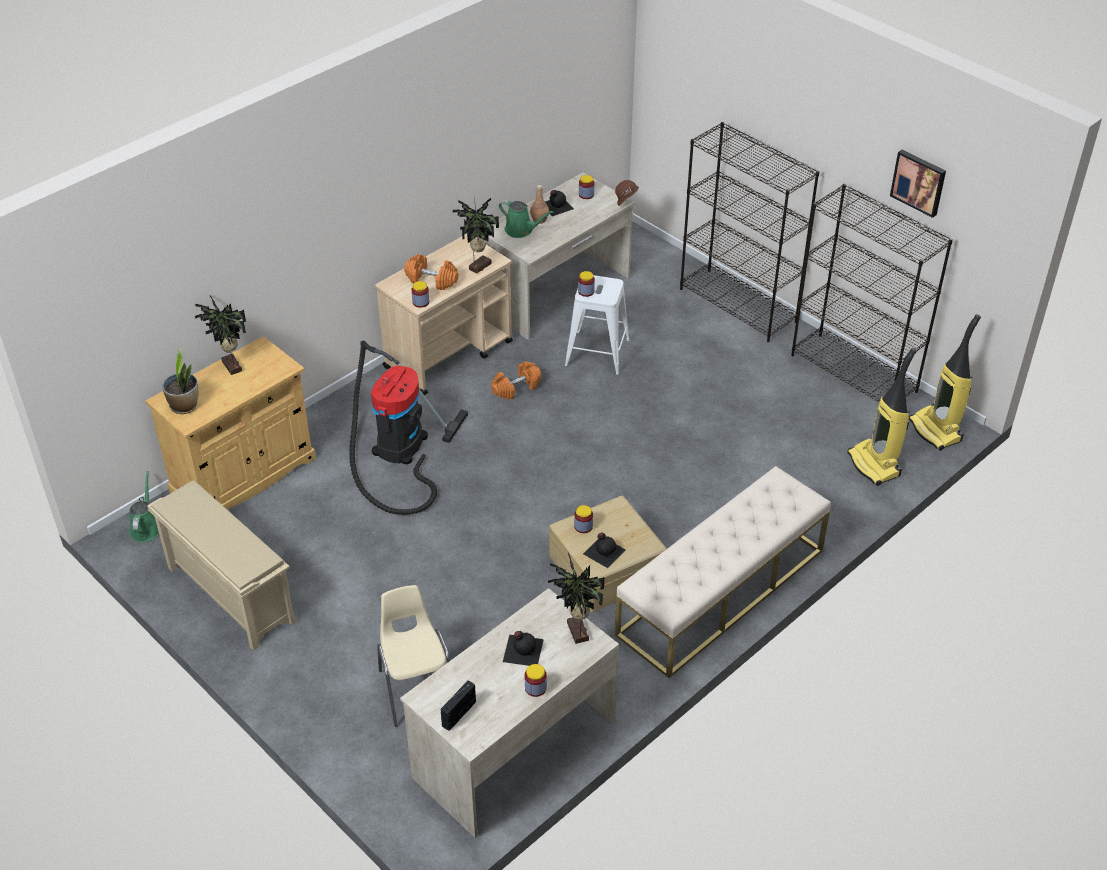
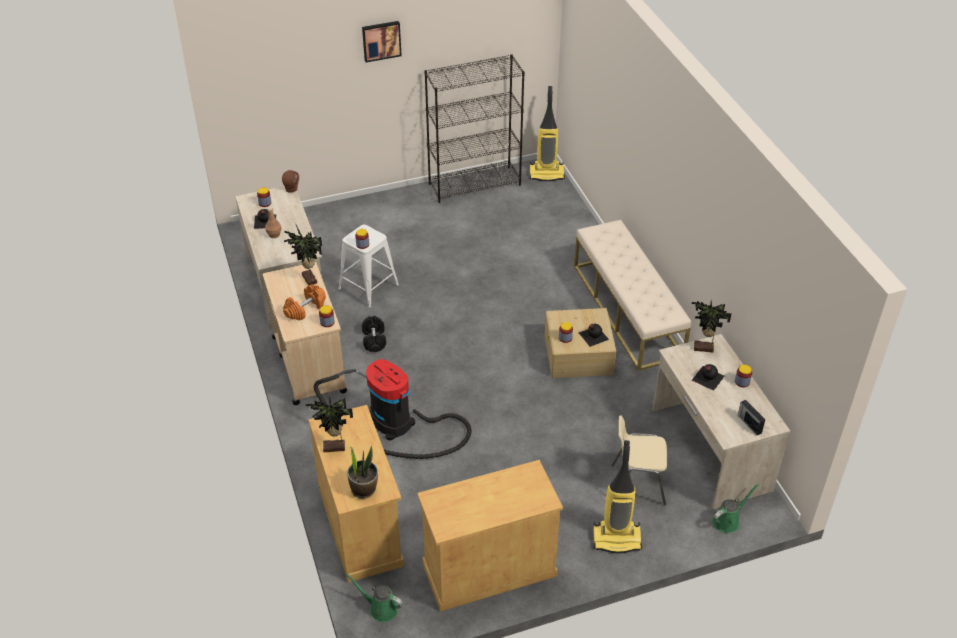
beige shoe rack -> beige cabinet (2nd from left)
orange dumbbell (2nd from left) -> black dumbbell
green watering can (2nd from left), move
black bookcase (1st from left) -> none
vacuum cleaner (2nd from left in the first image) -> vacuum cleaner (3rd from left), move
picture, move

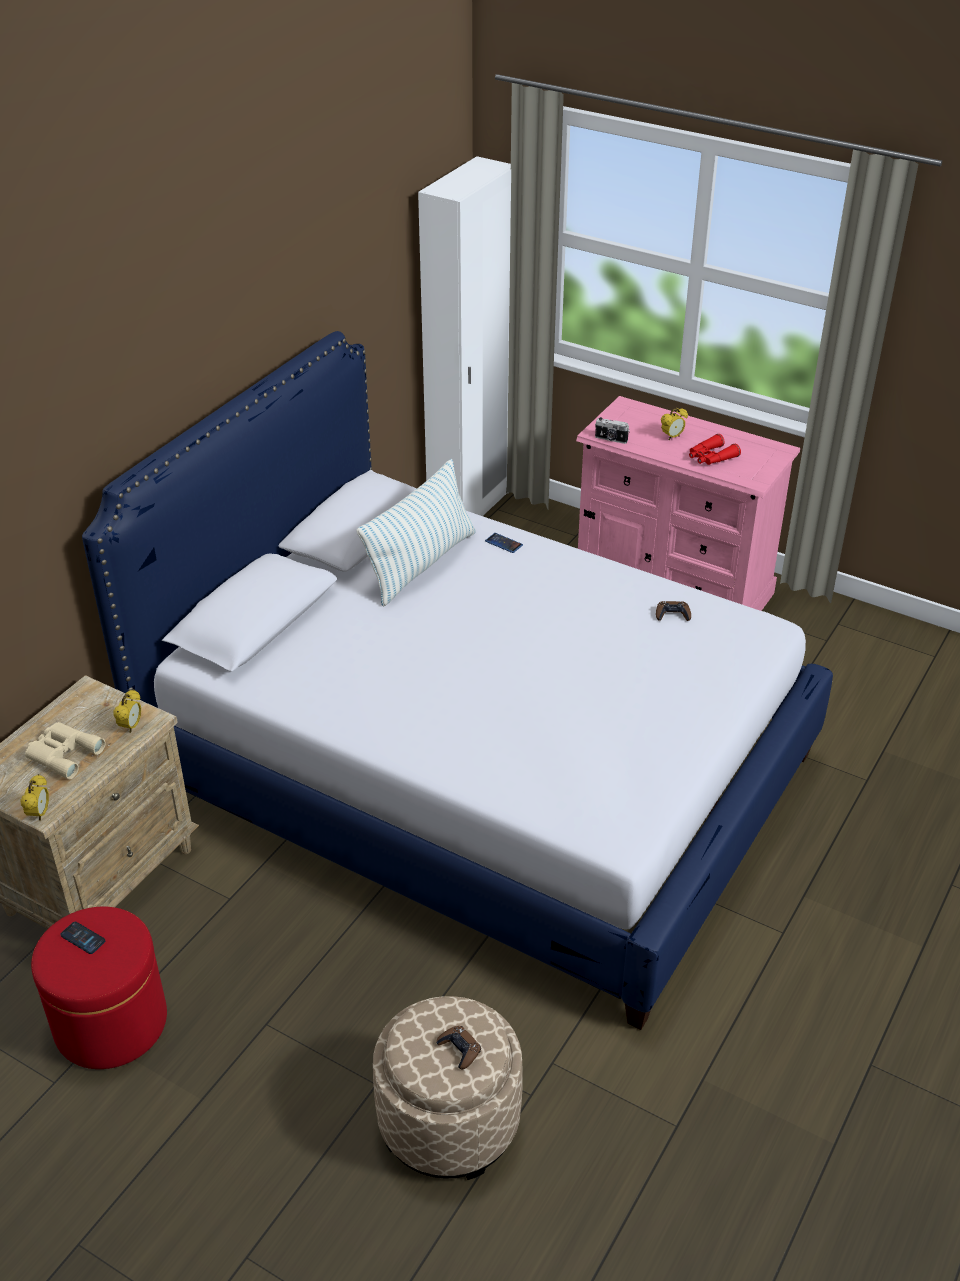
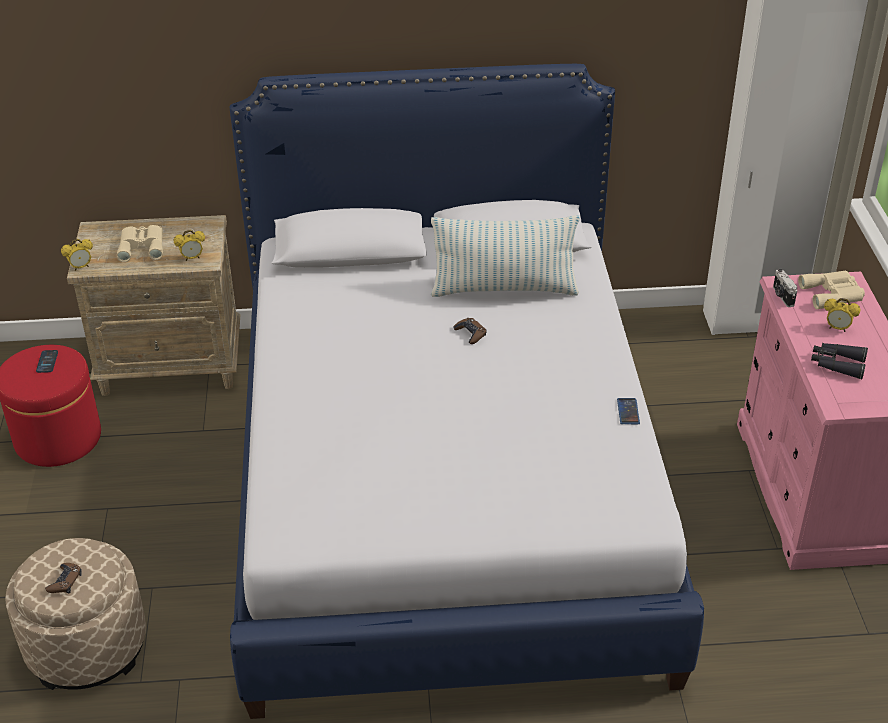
phone (2nd from left), move
brown game controller (2nd from left), move
red binoculars -> black binoculars
none -> beige binoculars (2nd from left)

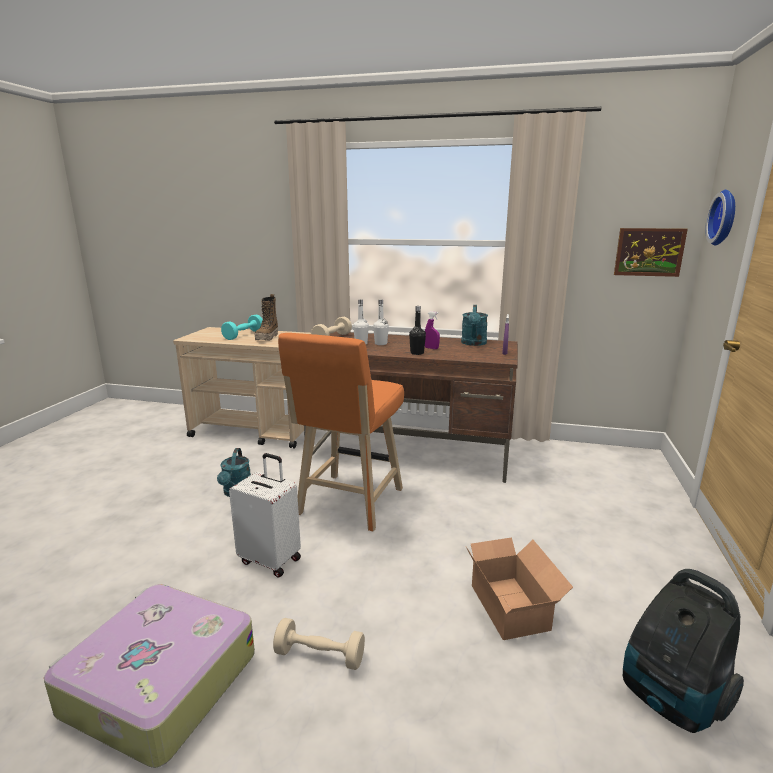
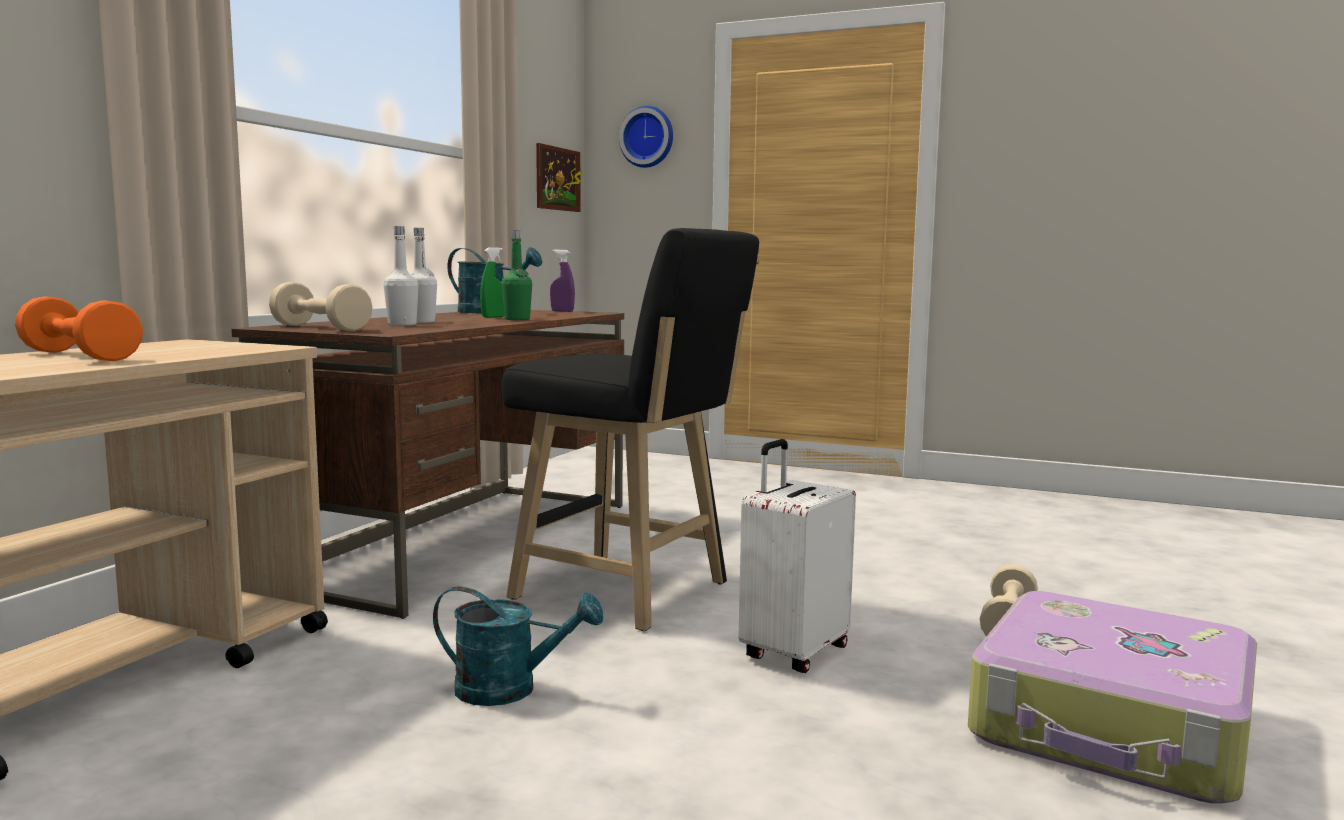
turquoise dumbbell -> orange dumbbell
boot -> none
orange stool -> black stool
black bottle -> green bottle
purple spray bottle (1st from left) -> green spray bottle
cardboard box -> none
vacuum cleaner -> none

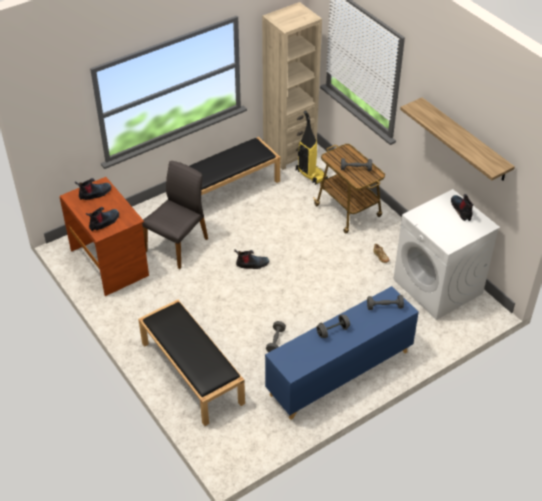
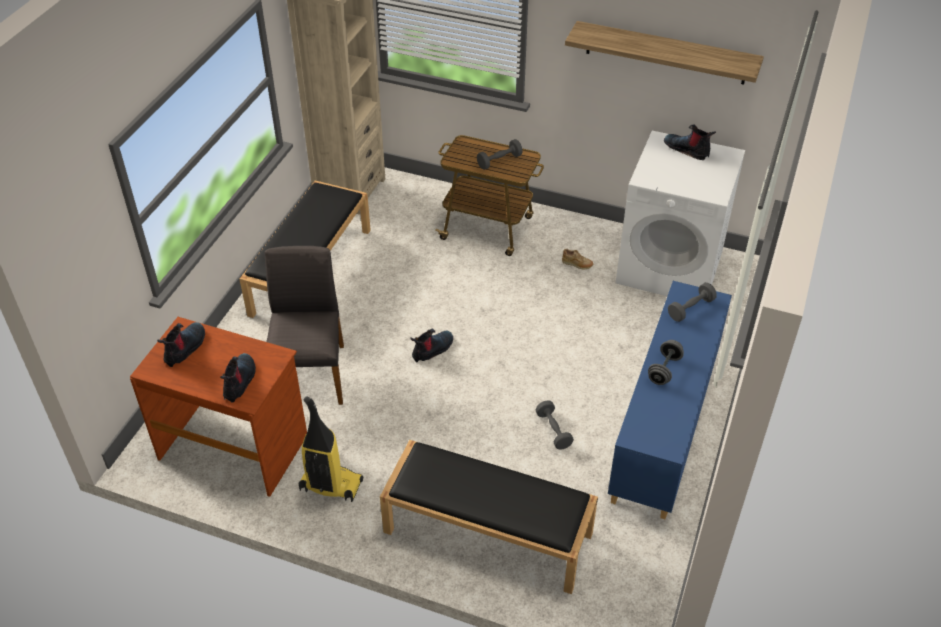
vacuum cleaner, move

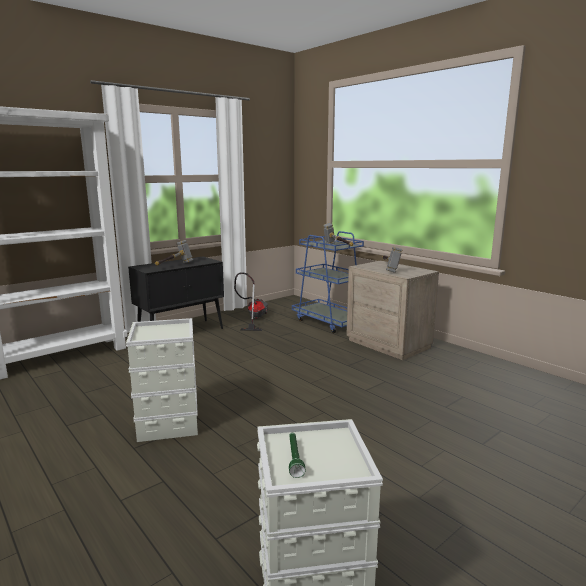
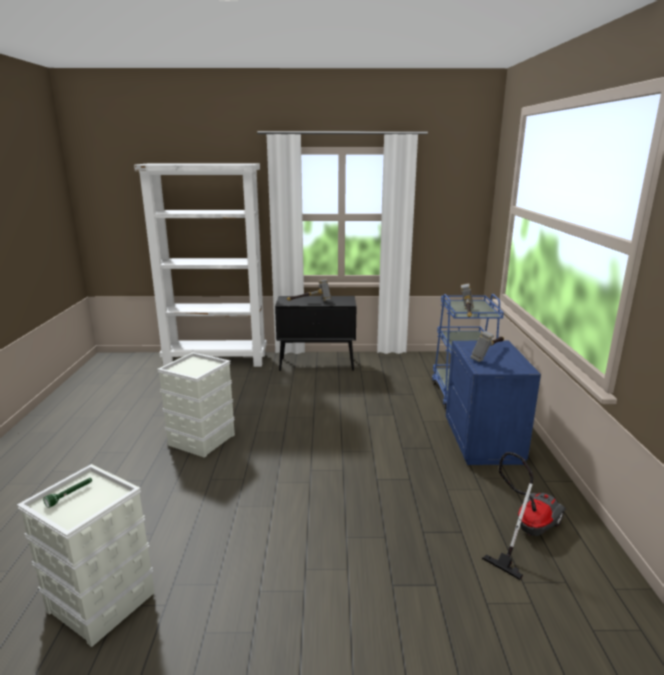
vacuum cleaner, move
beige nightstand -> blue nightstand

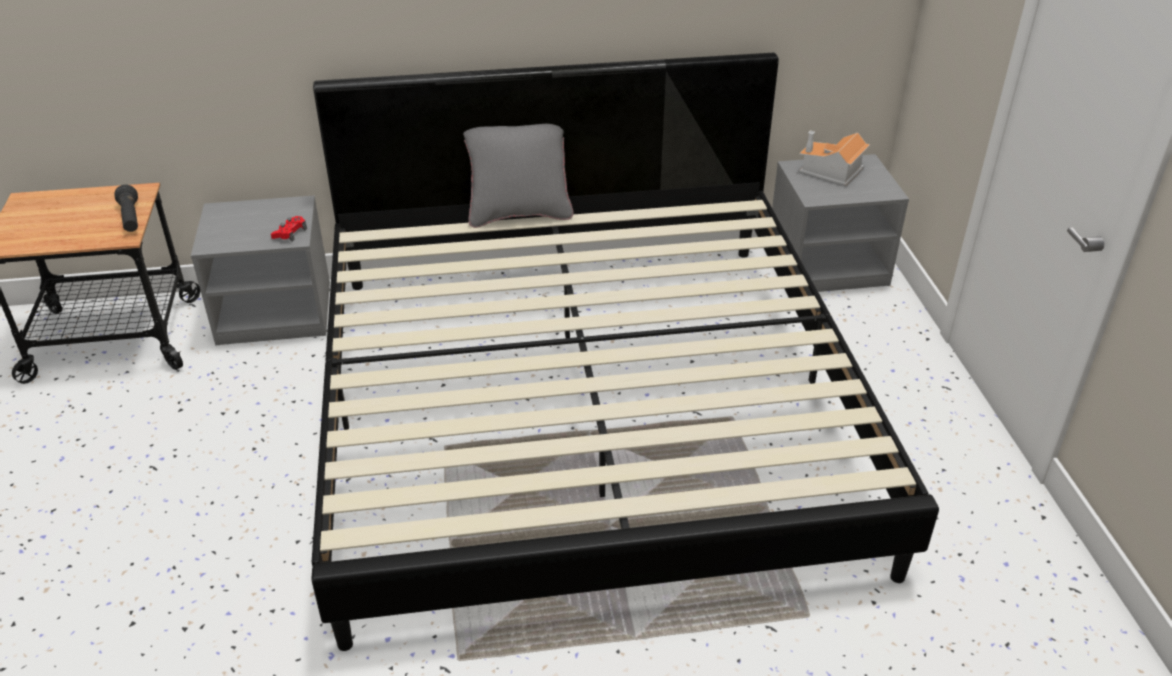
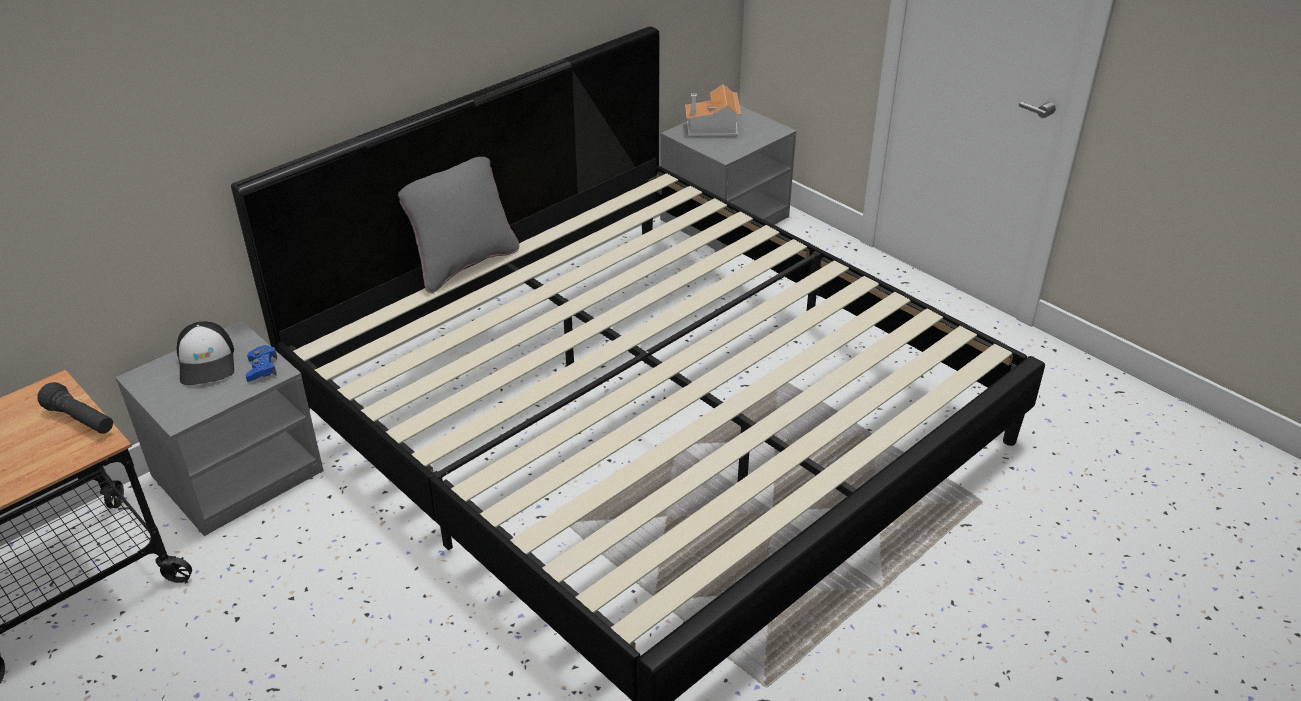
red game controller -> blue game controller
none -> cap

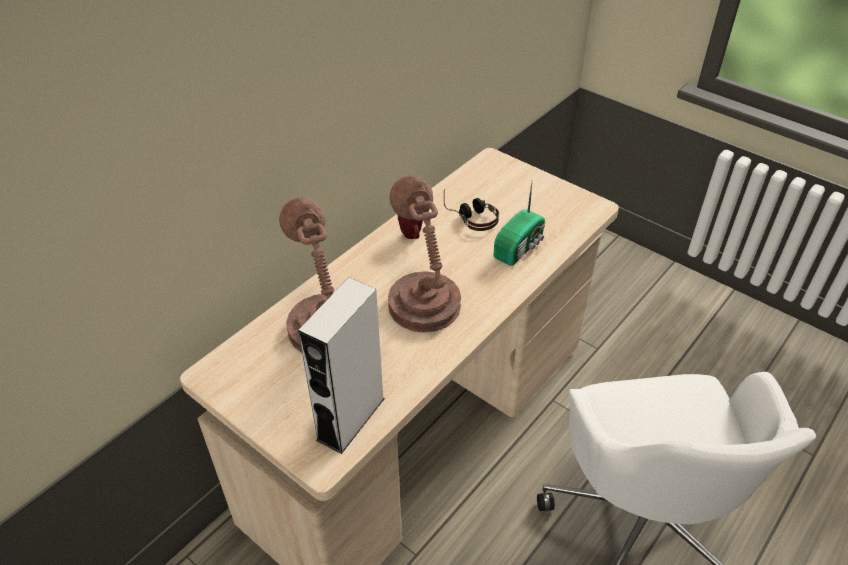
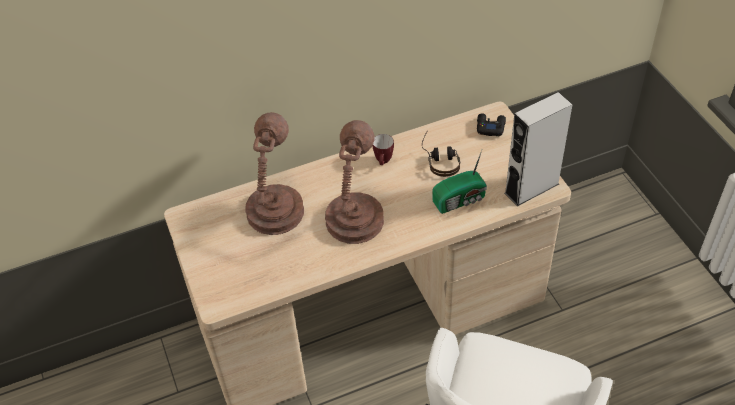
grey speaker, move
none -> black game controller

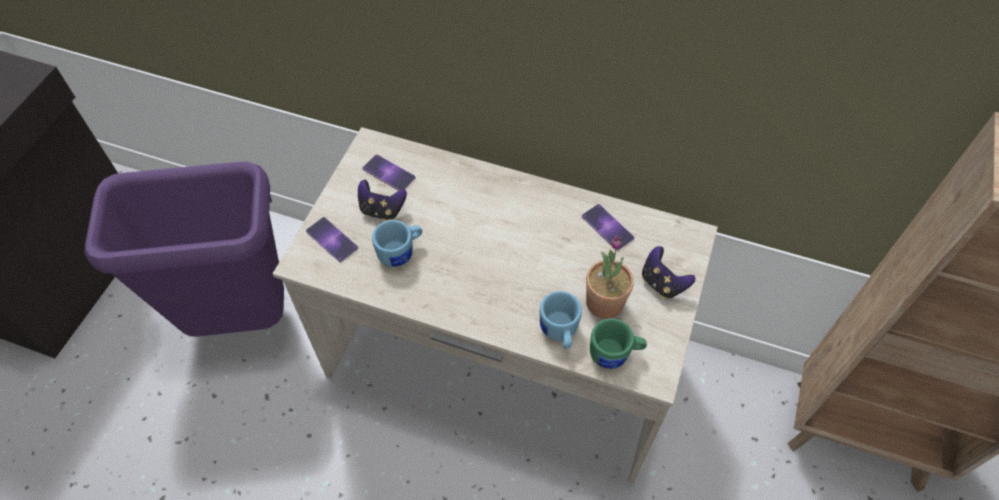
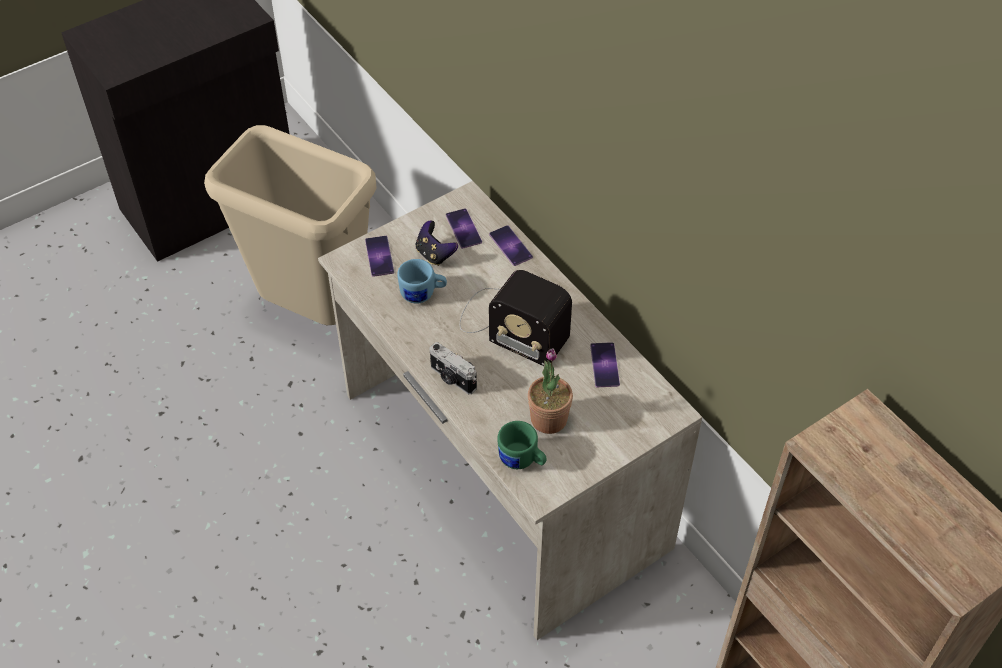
purple trash can -> beige trash can
blue mug (2nd from left) -> none
game controller (2nd from left) -> none
none -> photo camera
none -> radio
none -> phone (3rd from left)

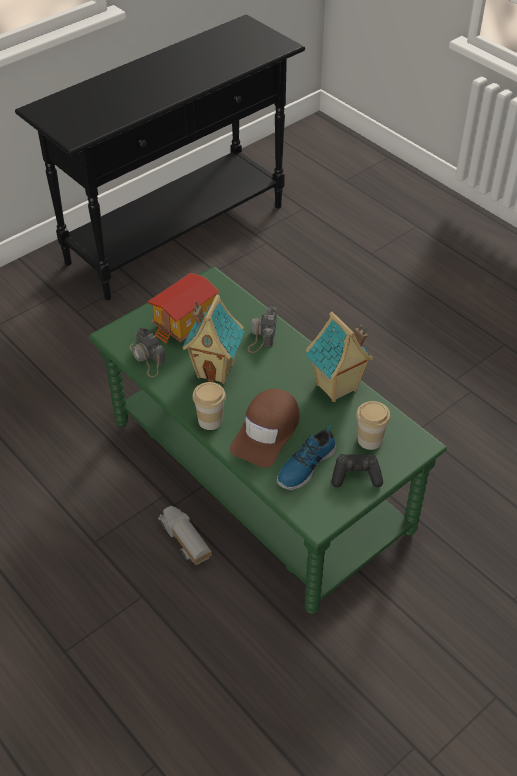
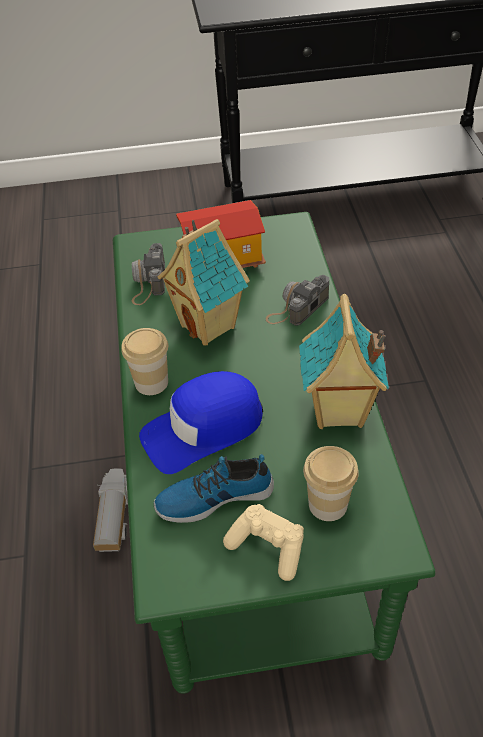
brown cap -> blue cap
black game controller -> beige game controller

